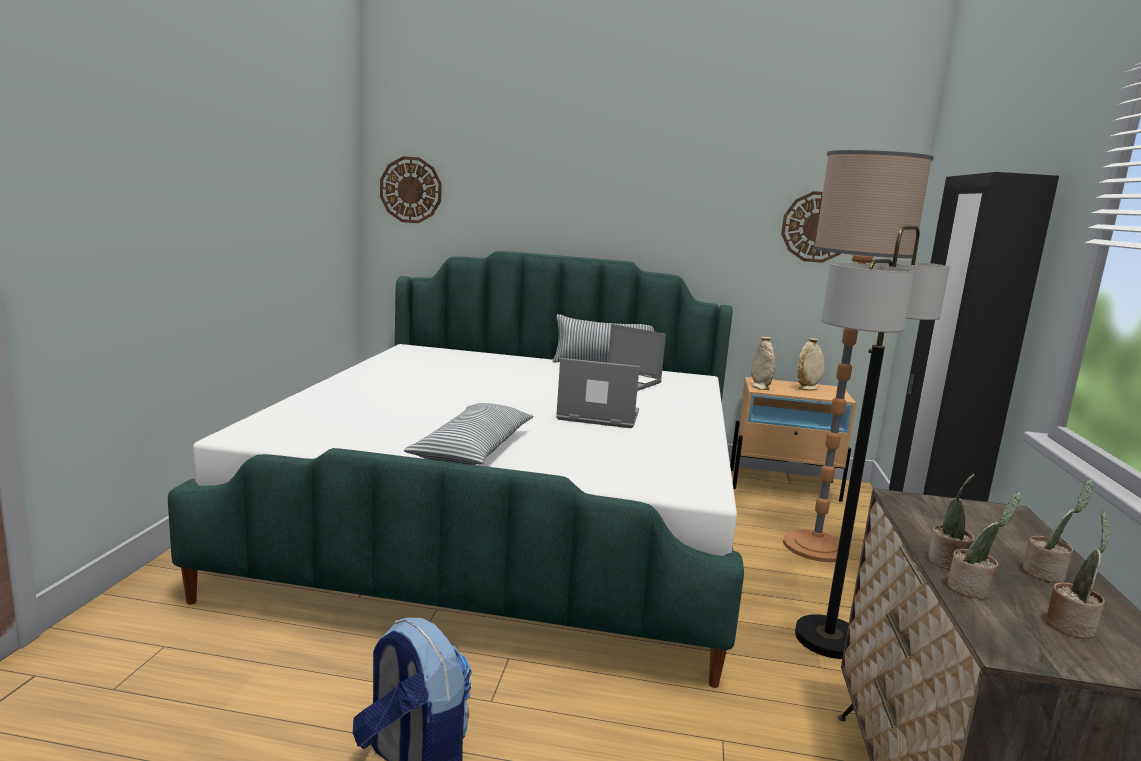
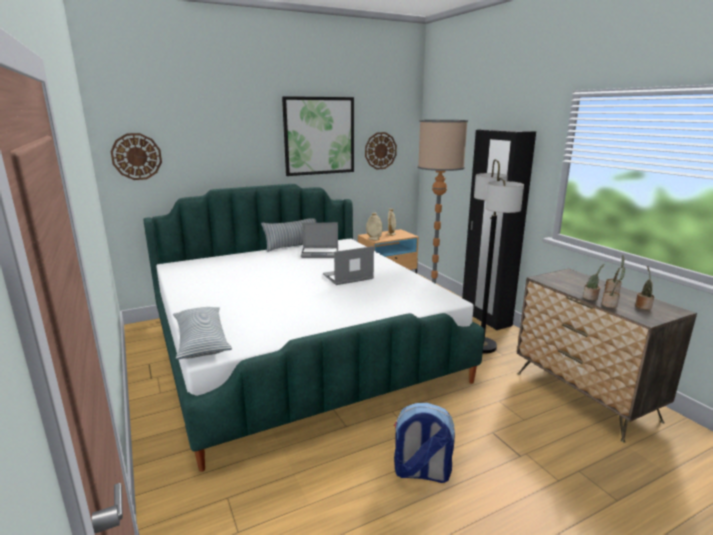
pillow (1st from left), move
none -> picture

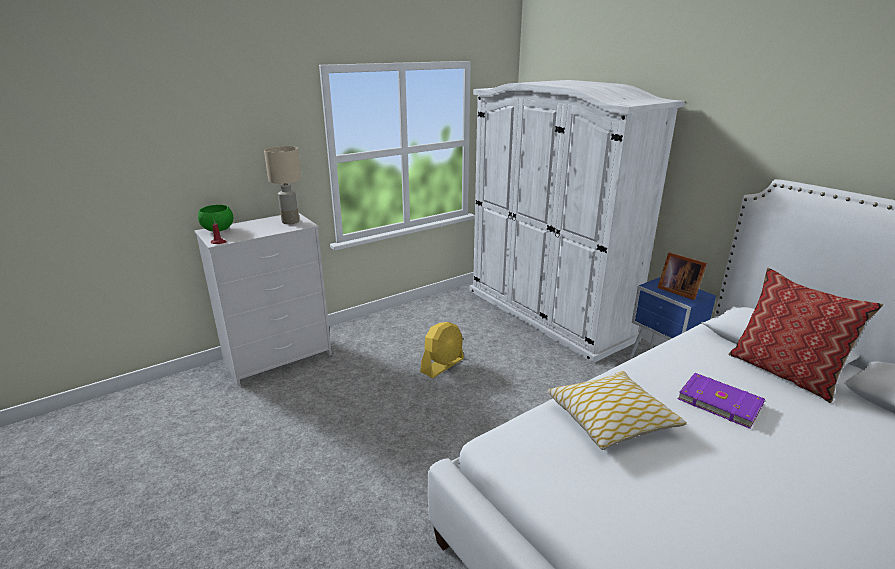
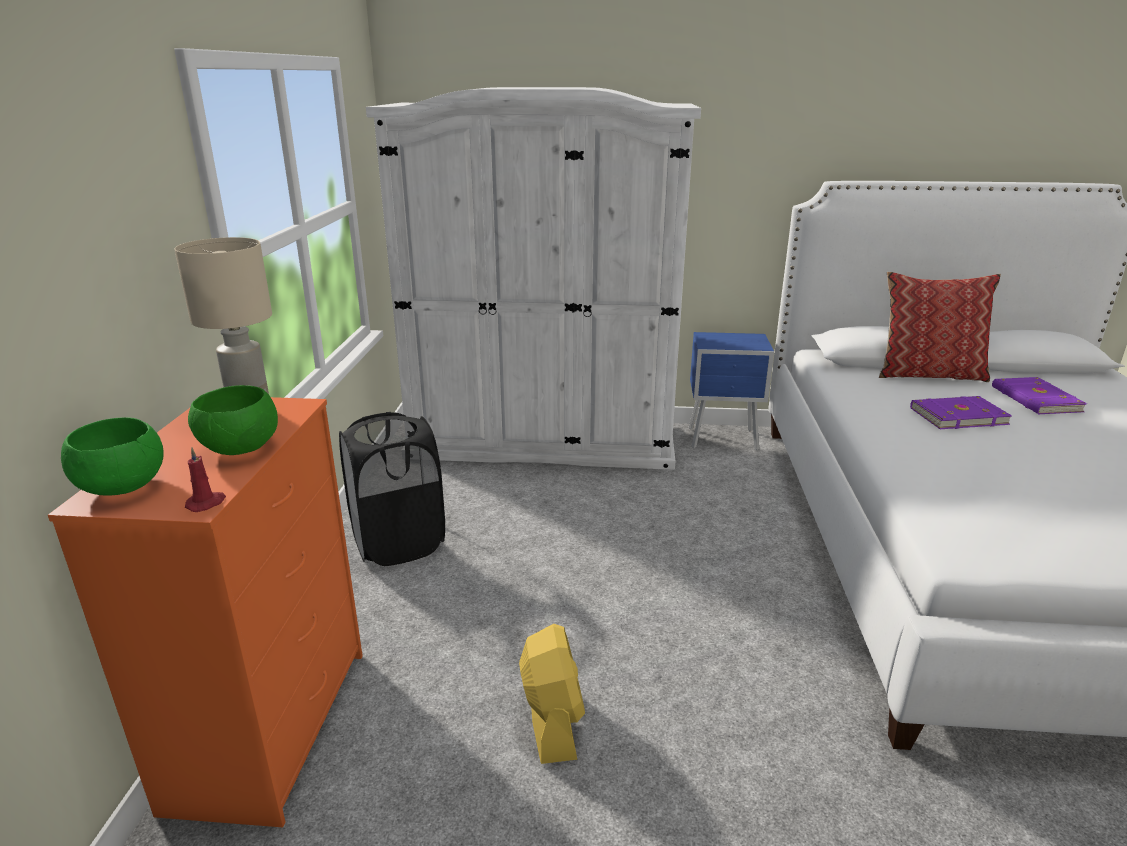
white dresser -> orange dresser
yellow fan, move
pillow (1st from left) -> none
picture frame -> none
none -> green bowl (2nd from left)
none -> black laundry basket
none -> purple book (2nd from left)

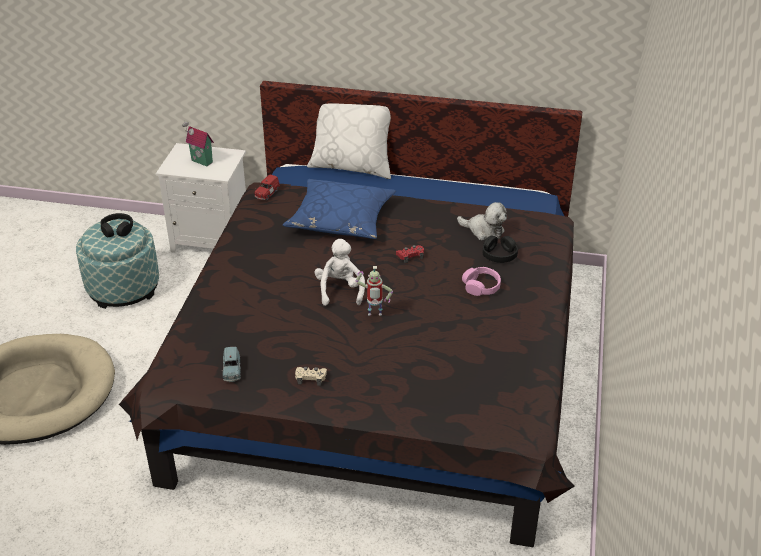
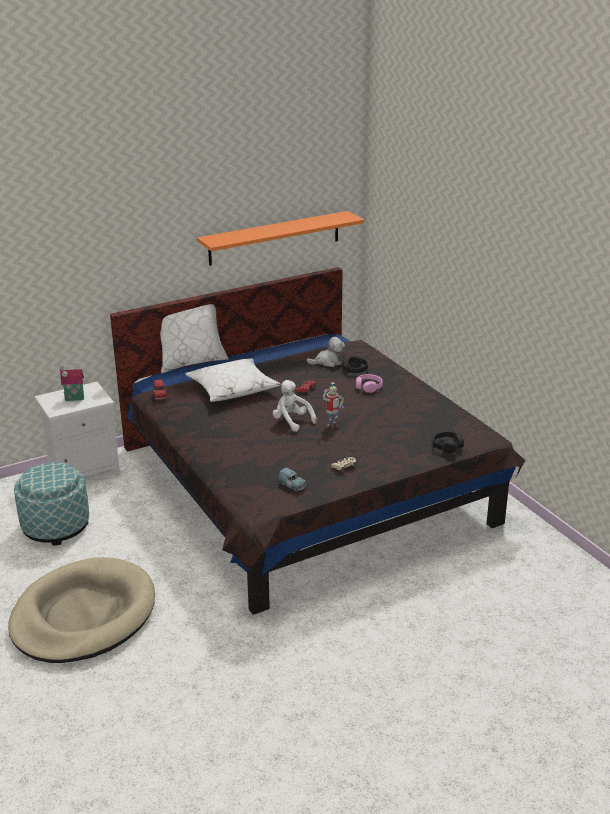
black headphones (1st from left in the first image) -> black headphones (2nd from left), move
blue pillow -> white pillow (2nd from left)
none -> orange shelf

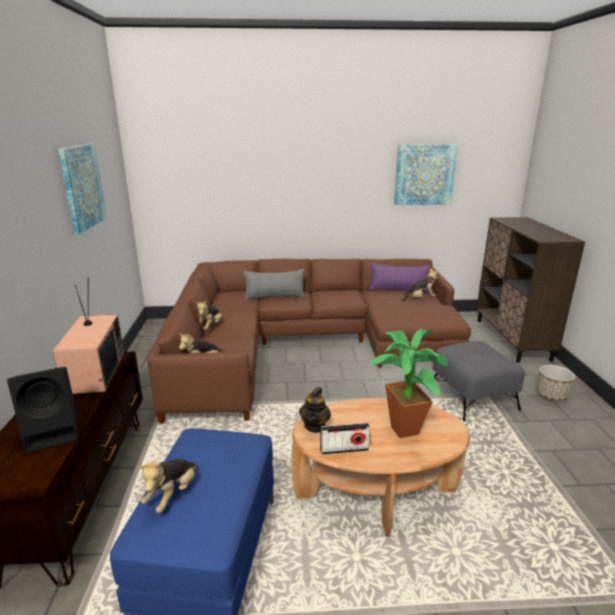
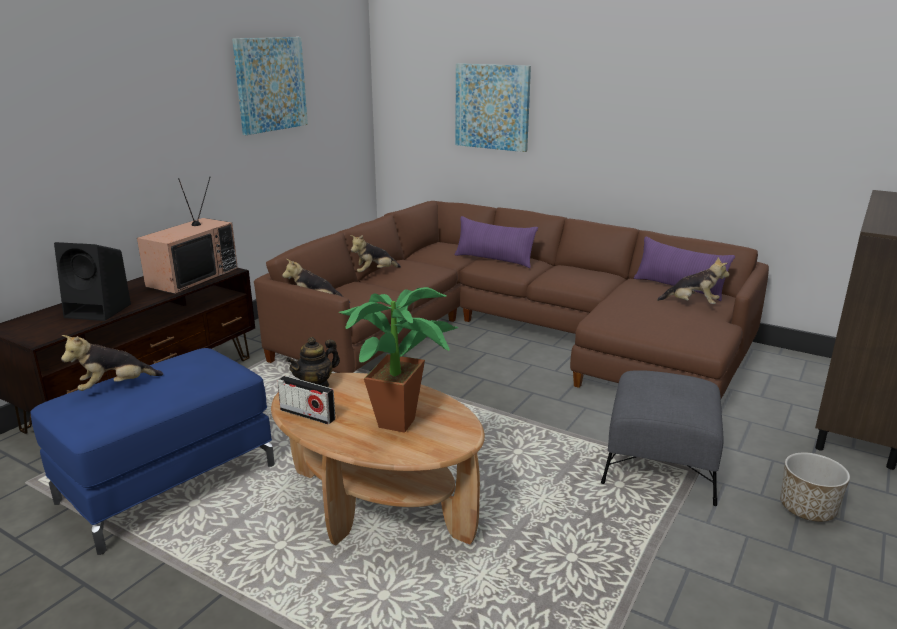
grey pillow -> purple pillow (1st from left)
picture (2nd from left), move

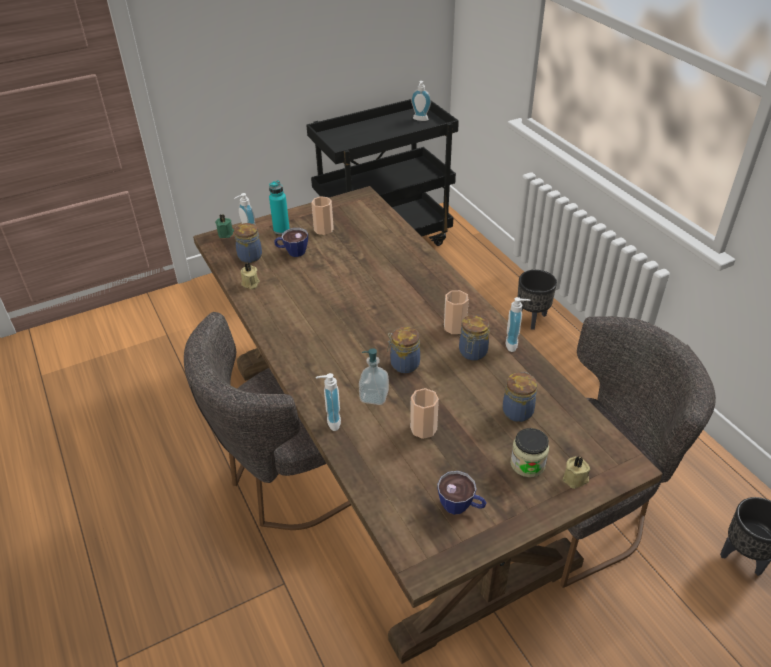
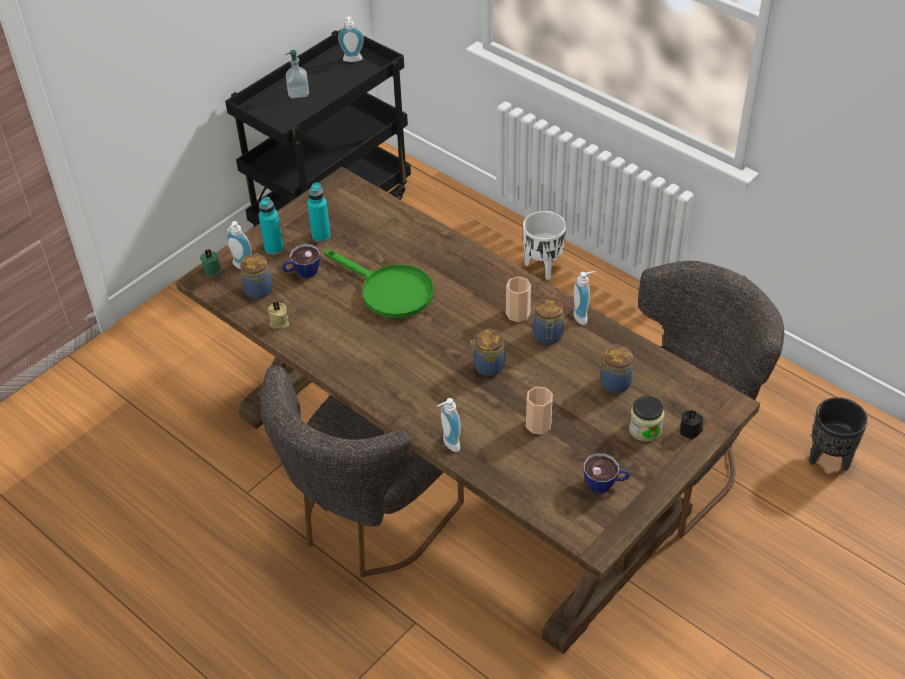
cup (2nd from left) -> turquoise bottle (2nd from left)
soap dispenser (3rd from left in the first image) -> soap dispenser (2nd from left), move
black planter (1st from left) -> white planter
beige candle (2nd from left) -> black candle
none -> green frying pan

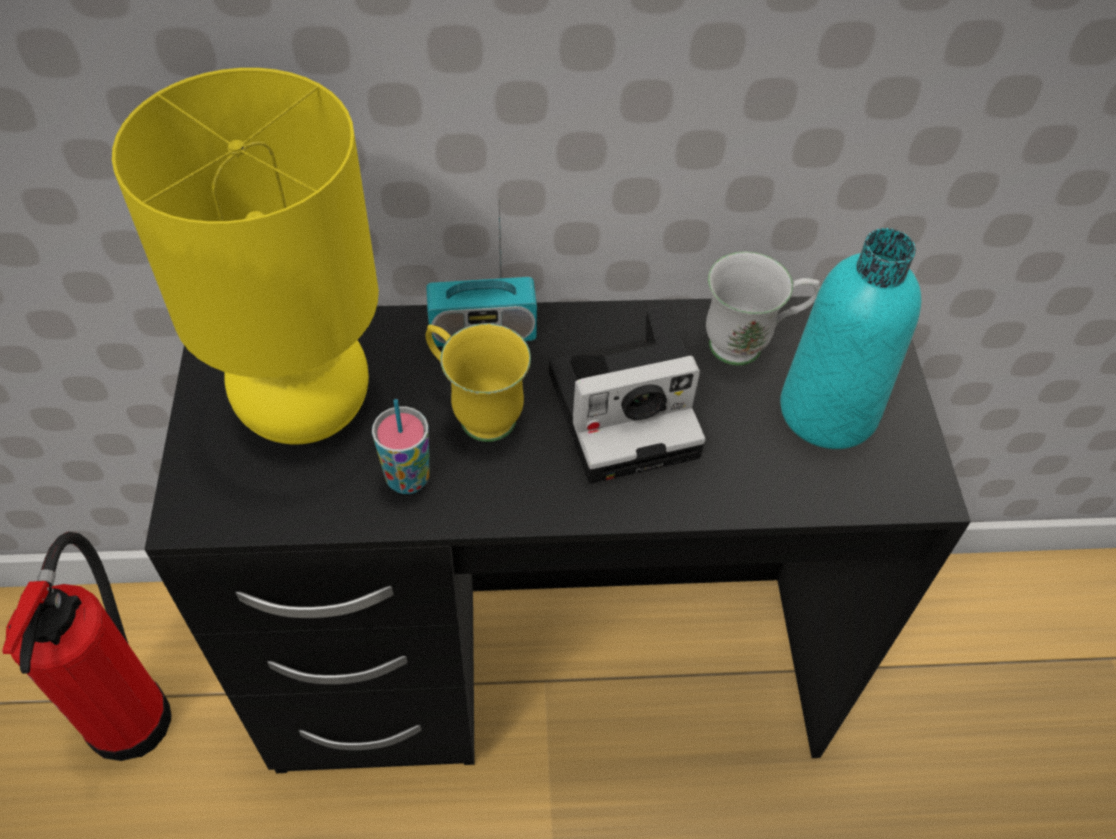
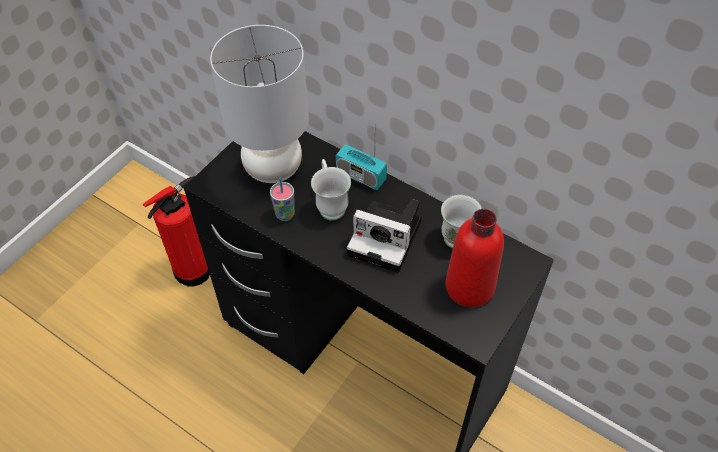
yellow table lamp -> grey table lamp
yellow mug -> white mug (1st from left)
turquoise bottle -> red bottle

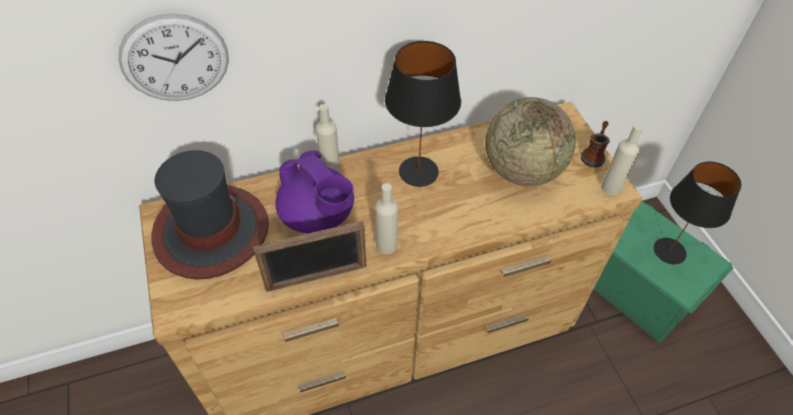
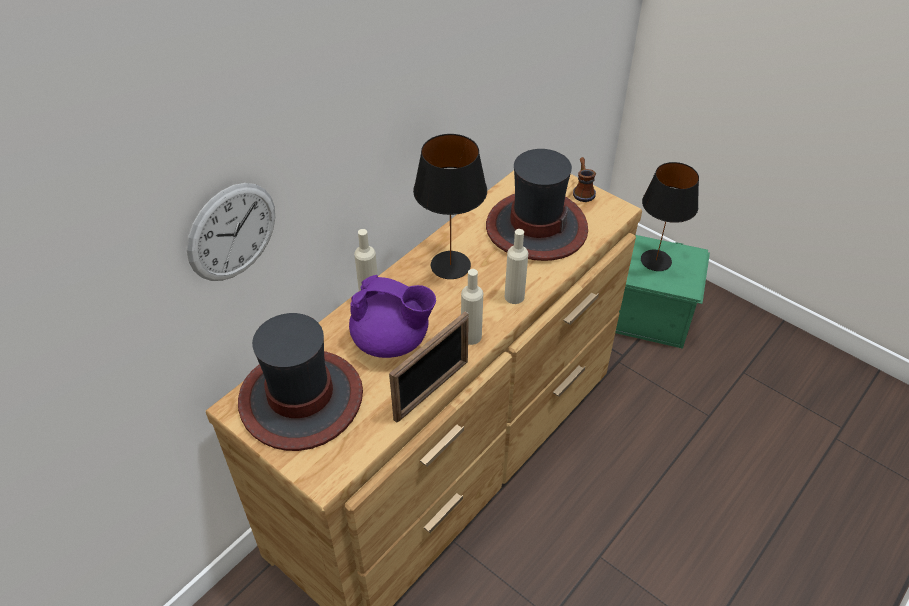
globe -> hat (2nd from left)
beige bottle (3rd from left), move

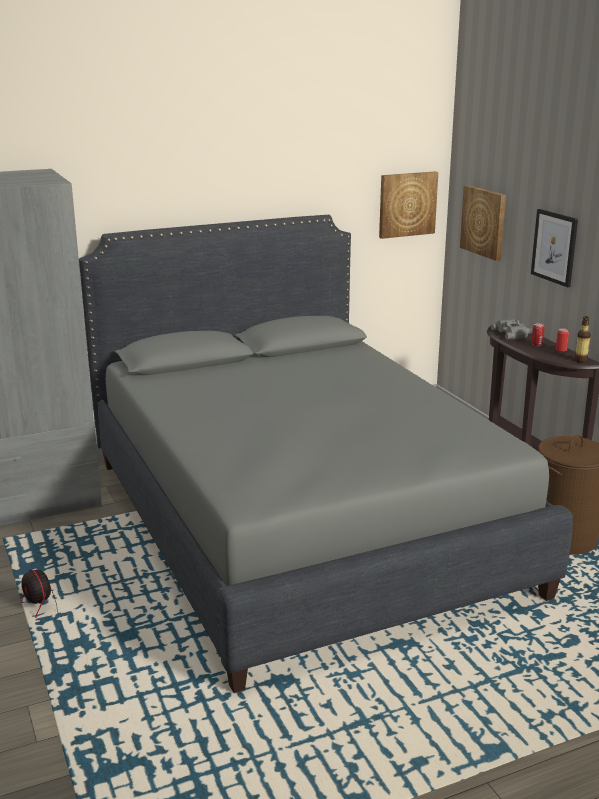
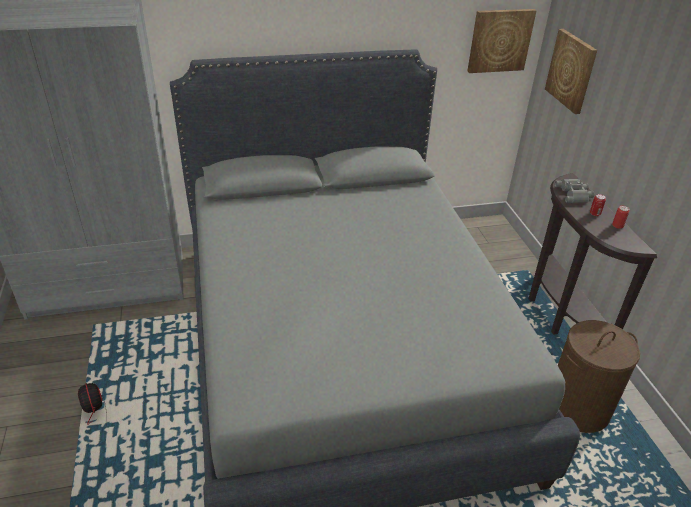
picture (3rd from left) -> none
bottle -> none

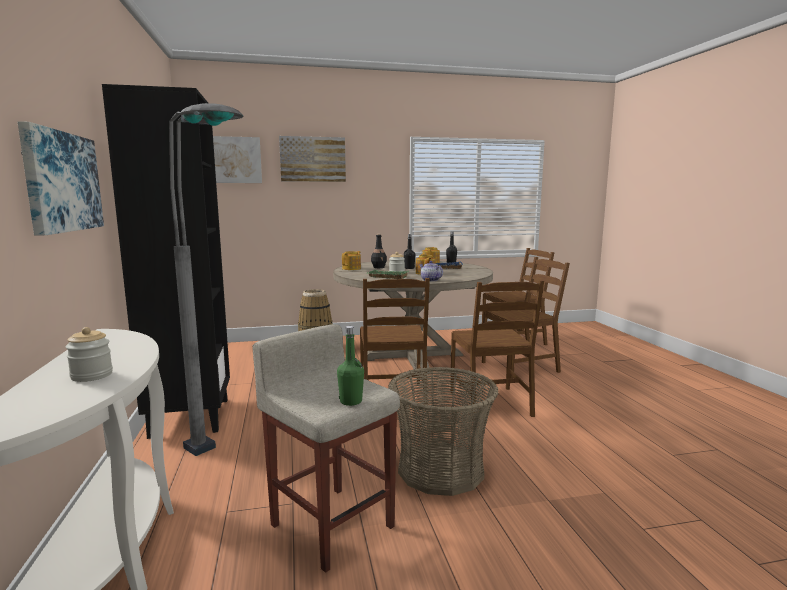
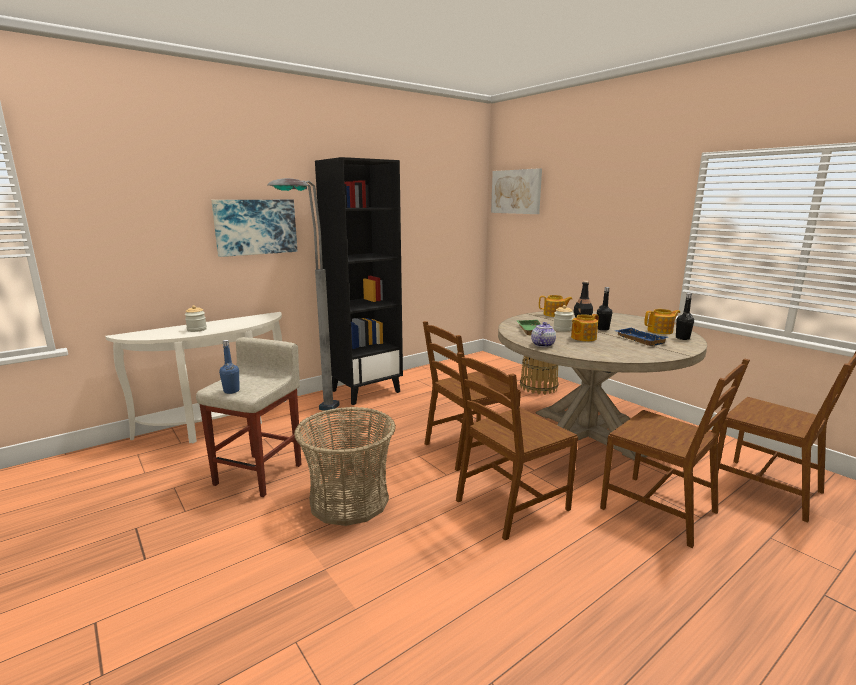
picture (3rd from left) -> none
green bottle -> blue bottle

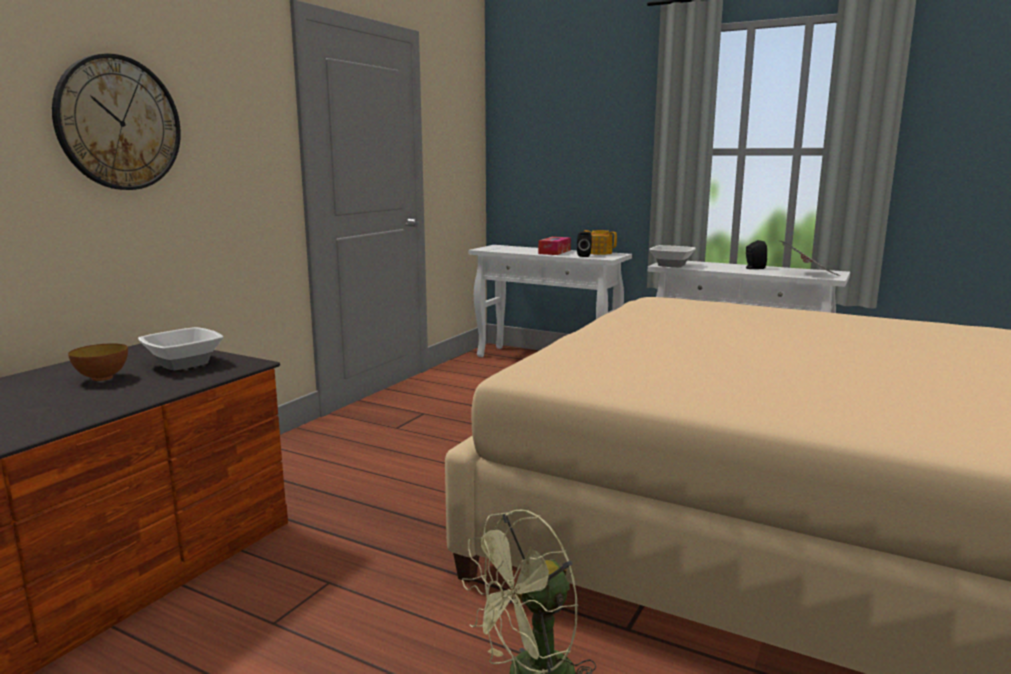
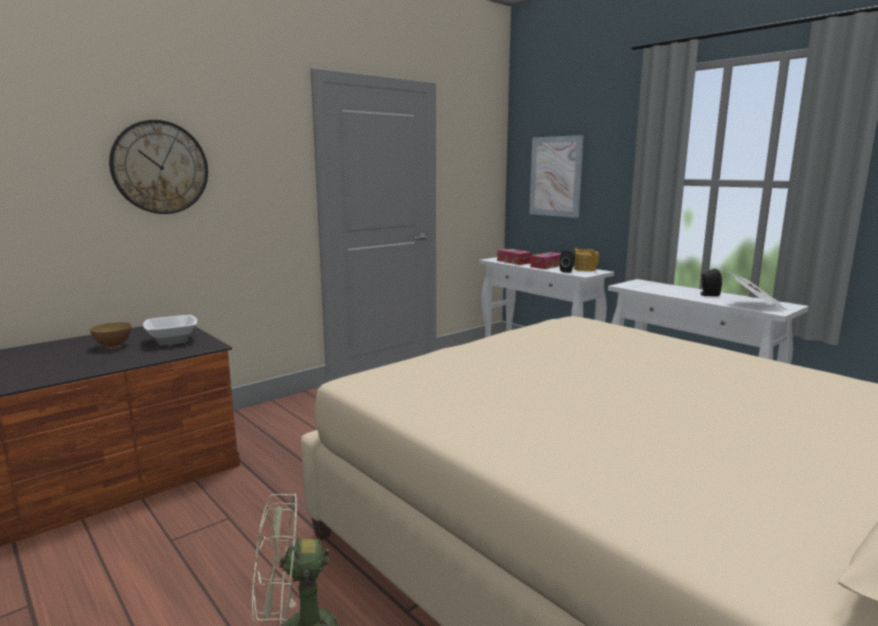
bowl (3rd from left) -> none
none -> tissue box (1st from left)
none -> picture

